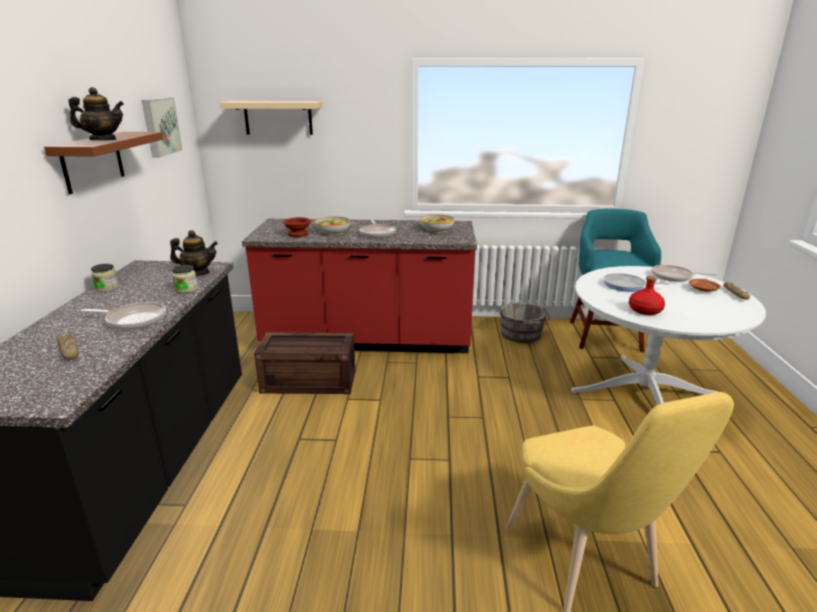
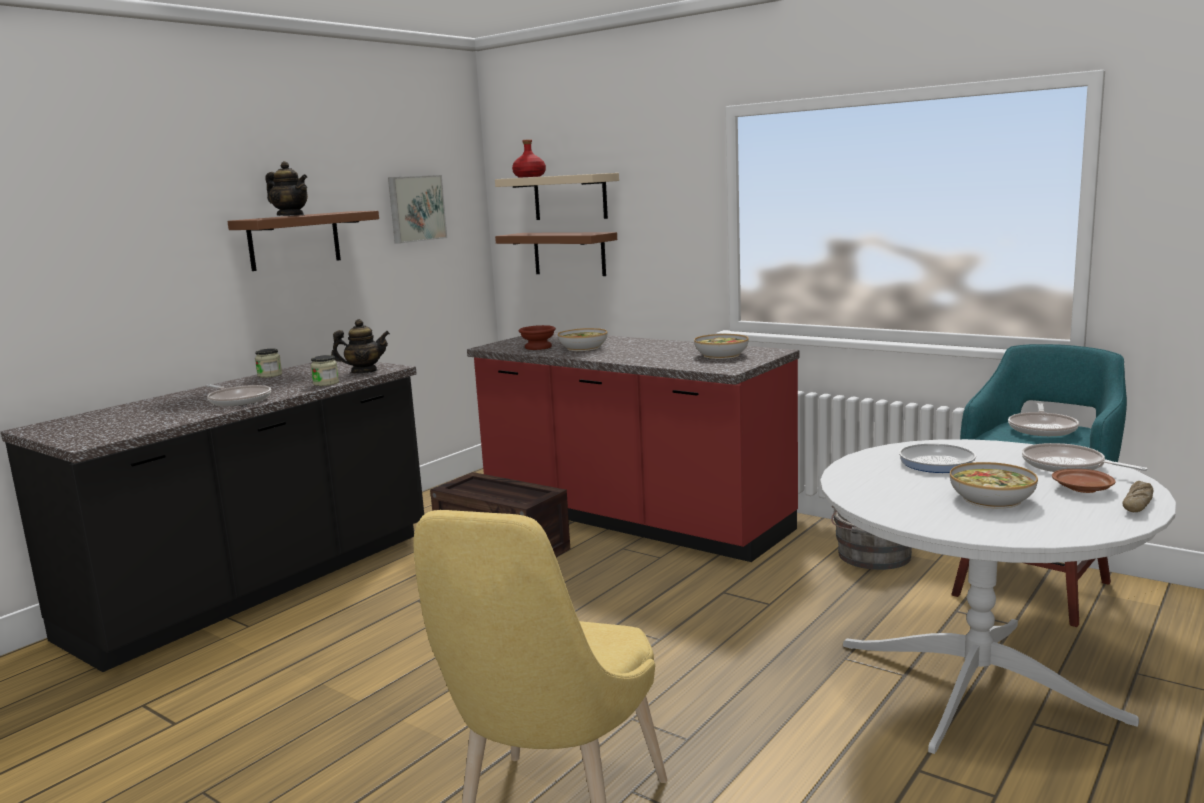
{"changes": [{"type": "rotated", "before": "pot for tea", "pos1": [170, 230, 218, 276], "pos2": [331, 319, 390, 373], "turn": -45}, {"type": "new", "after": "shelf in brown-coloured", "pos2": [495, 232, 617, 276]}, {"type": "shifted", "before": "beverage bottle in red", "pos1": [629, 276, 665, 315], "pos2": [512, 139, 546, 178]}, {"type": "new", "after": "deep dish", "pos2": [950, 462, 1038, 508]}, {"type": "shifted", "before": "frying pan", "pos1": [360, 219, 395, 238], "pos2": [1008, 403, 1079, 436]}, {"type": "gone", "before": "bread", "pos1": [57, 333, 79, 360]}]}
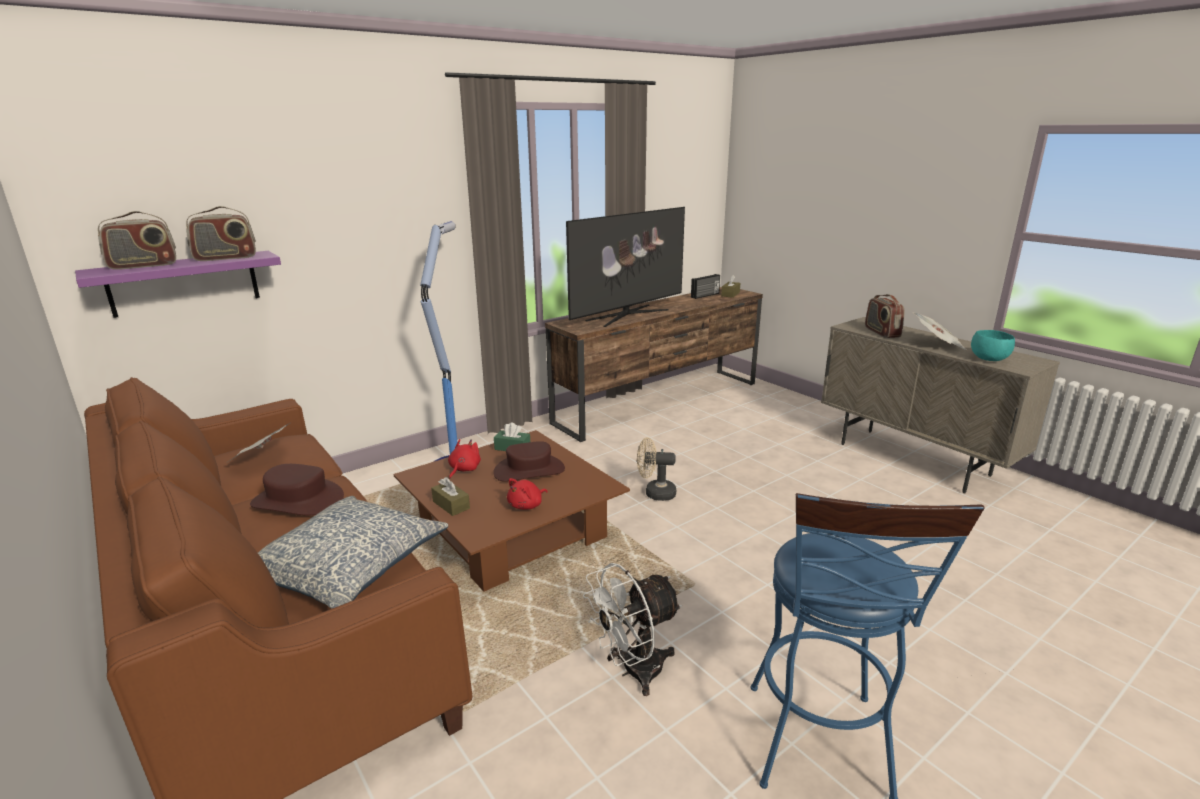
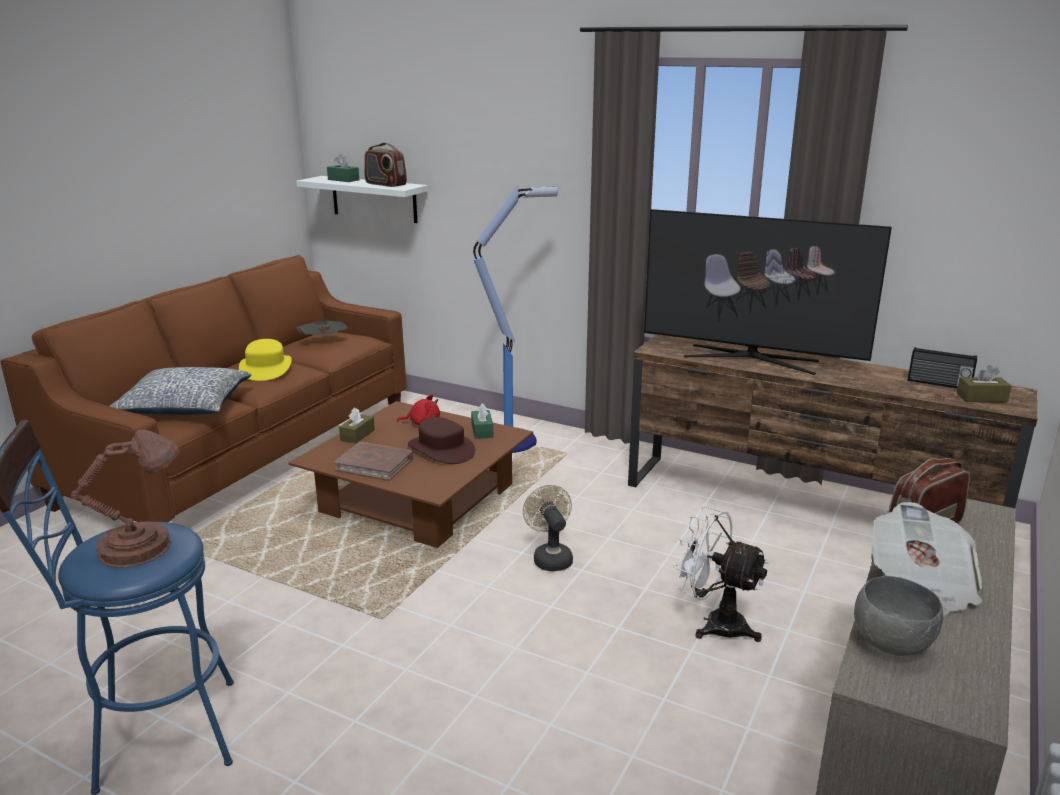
{"changes": [{"type": "new", "after": "tabletop lamp in brown-coloured", "pos2": [71, 430, 179, 568]}, {"type": "repainted", "before": "clothing hat in brown-coloured", "after": "clothing hat in yellow", "pos1": [250, 464, 344, 515], "pos2": [239, 339, 292, 381]}, {"type": "repainted", "before": "shelf in purplish", "after": "shelf in whitish", "pos1": [75, 251, 281, 318], "pos2": [296, 176, 428, 223]}, {"type": "swapped", "before": "radio set", "after": "tissue holder in green", "pos1": [98, 211, 176, 270], "pos2": [327, 154, 359, 182]}, {"type": "swapped", "before": "plush toy in red", "after": "book in brown-coloured", "pos1": [507, 478, 547, 510], "pos2": [334, 442, 413, 481]}, {"type": "shifted", "before": "cooling fan in whitish", "pos1": [583, 563, 682, 696], "pos2": [673, 506, 769, 642]}, {"type": "repainted", "before": "deep dish in turquoise-coloured", "after": "deep dish in greyish", "pos1": [971, 330, 1015, 361], "pos2": [854, 576, 943, 656]}]}
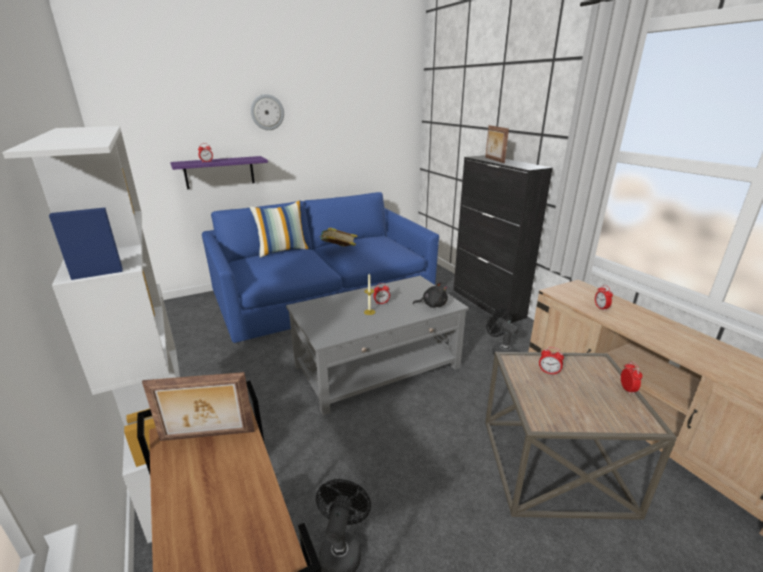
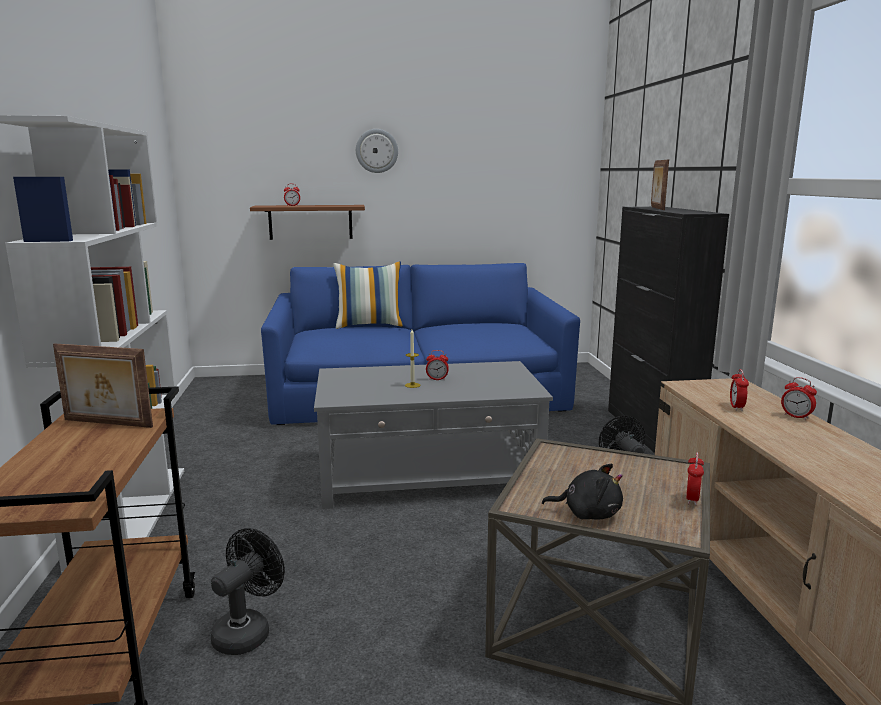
{"changes": [{"type": "repainted", "before": "shelf in purplish", "after": "shelf in brown-coloured", "pos1": [170, 156, 268, 189], "pos2": [250, 205, 365, 240]}, {"type": "shifted", "before": "plush toy in blackish", "pos1": [413, 282, 448, 308], "pos2": [542, 464, 623, 520]}, {"type": "shifted", "before": "table clock", "pos1": [539, 347, 564, 375], "pos2": [781, 377, 817, 420]}, {"type": "gone", "before": "book", "pos1": [319, 228, 358, 246]}]}
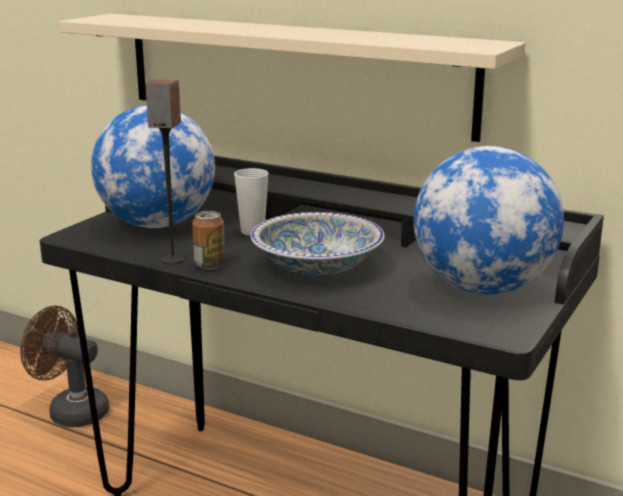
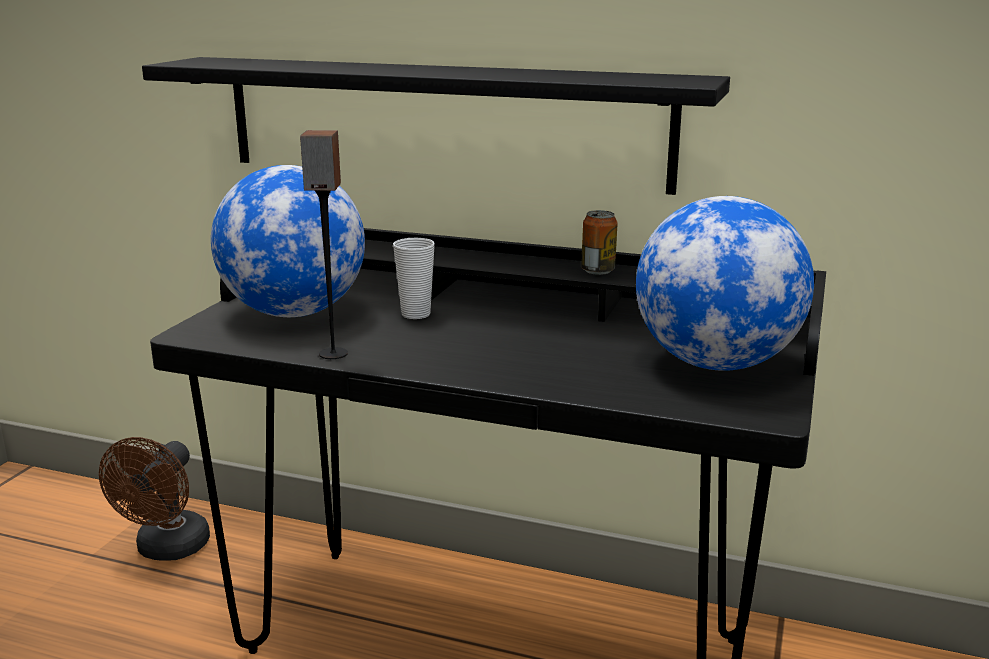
{"changes": [{"type": "rotated", "before": "cooling fan in brown-coloured", "pos1": [20, 306, 109, 427], "pos2": [99, 437, 210, 561], "turn": -90}, {"type": "repainted", "before": "shelf in sand-coloured", "after": "shelf in blackish", "pos1": [59, 14, 525, 142], "pos2": [142, 57, 730, 195]}, {"type": "shifted", "before": "can", "pos1": [192, 211, 225, 270], "pos2": [581, 210, 618, 275]}, {"type": "gone", "before": "deep dish", "pos1": [251, 212, 385, 275]}]}
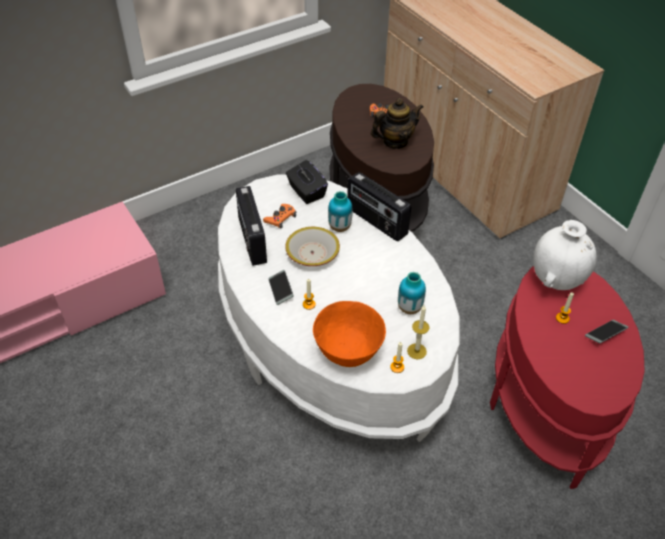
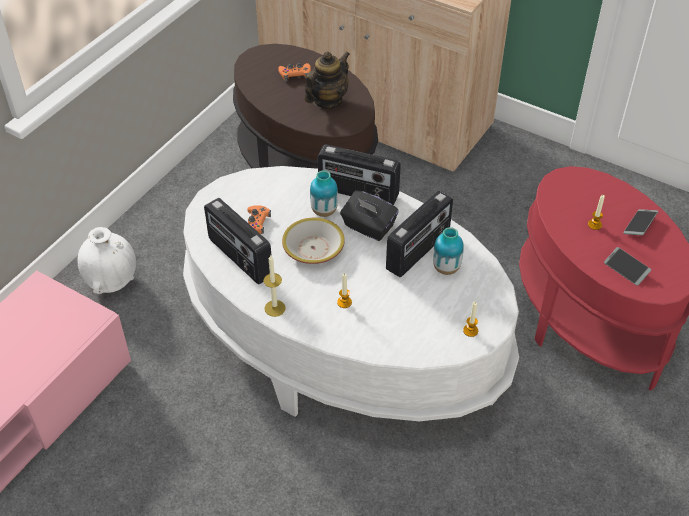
{"changes": [{"type": "shifted", "before": "vase in whitish", "pos1": [533, 220, 597, 290], "pos2": [77, 227, 136, 294]}, {"type": "shifted", "before": "wax light", "pos1": [407, 305, 430, 359], "pos2": [263, 255, 286, 317]}, {"type": "shifted", "before": "tissue holder in blackish", "pos1": [286, 160, 328, 204], "pos2": [340, 190, 399, 241]}, {"type": "new", "after": "radio set", "pos2": [386, 191, 453, 277]}, {"type": "shifted", "before": "handset", "pos1": [268, 270, 294, 305], "pos2": [604, 247, 651, 286]}, {"type": "gone", "before": "deep dish in orangey", "pos1": [313, 301, 386, 367]}]}
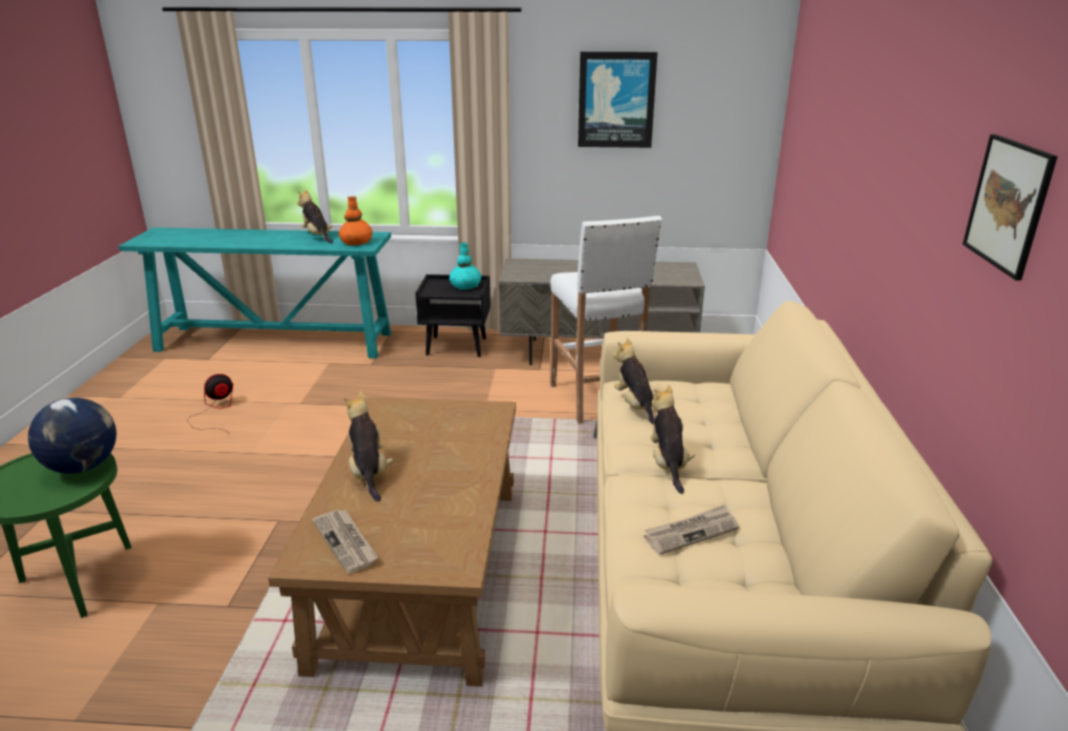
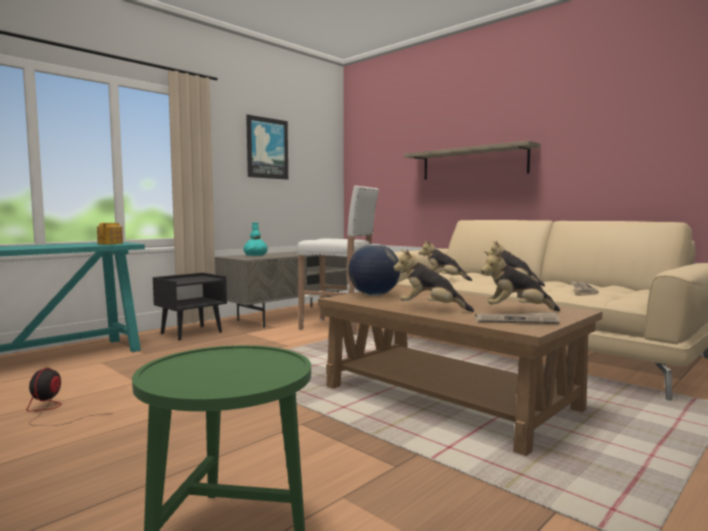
{"changes": [{"type": "swapped", "before": "vase in orangey", "after": "pot for tea", "pos1": [338, 196, 373, 246], "pos2": [97, 223, 123, 244]}, {"type": "shifted", "before": "vase in turquoise-coloured", "pos1": [449, 243, 481, 290], "pos2": [243, 222, 268, 256]}, {"type": "shifted", "before": "desk globe", "pos1": [28, 398, 117, 474], "pos2": [348, 244, 400, 296]}, {"type": "new", "after": "shelf", "pos2": [404, 141, 541, 179]}, {"type": "shifted", "before": "plush toy", "pos1": [297, 189, 333, 244], "pos2": [481, 250, 560, 312]}, {"type": "gone", "before": "wall art", "pos1": [963, 134, 1058, 281]}]}
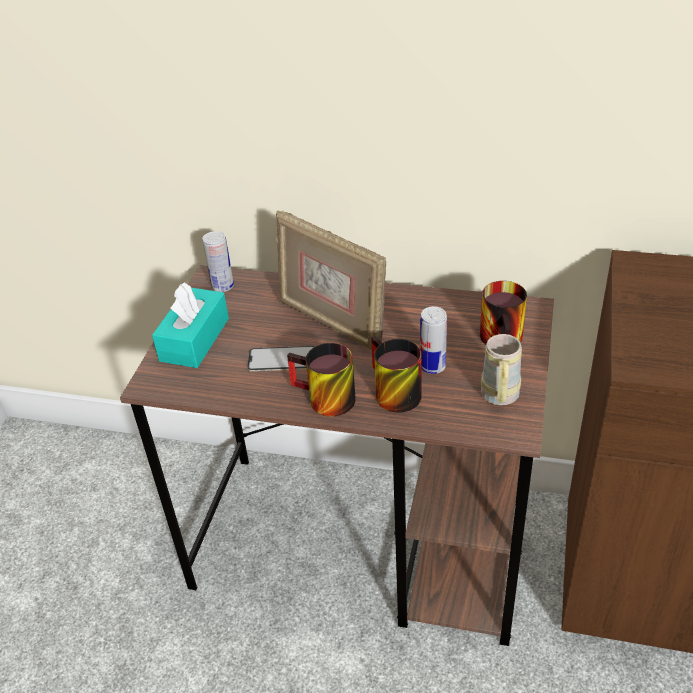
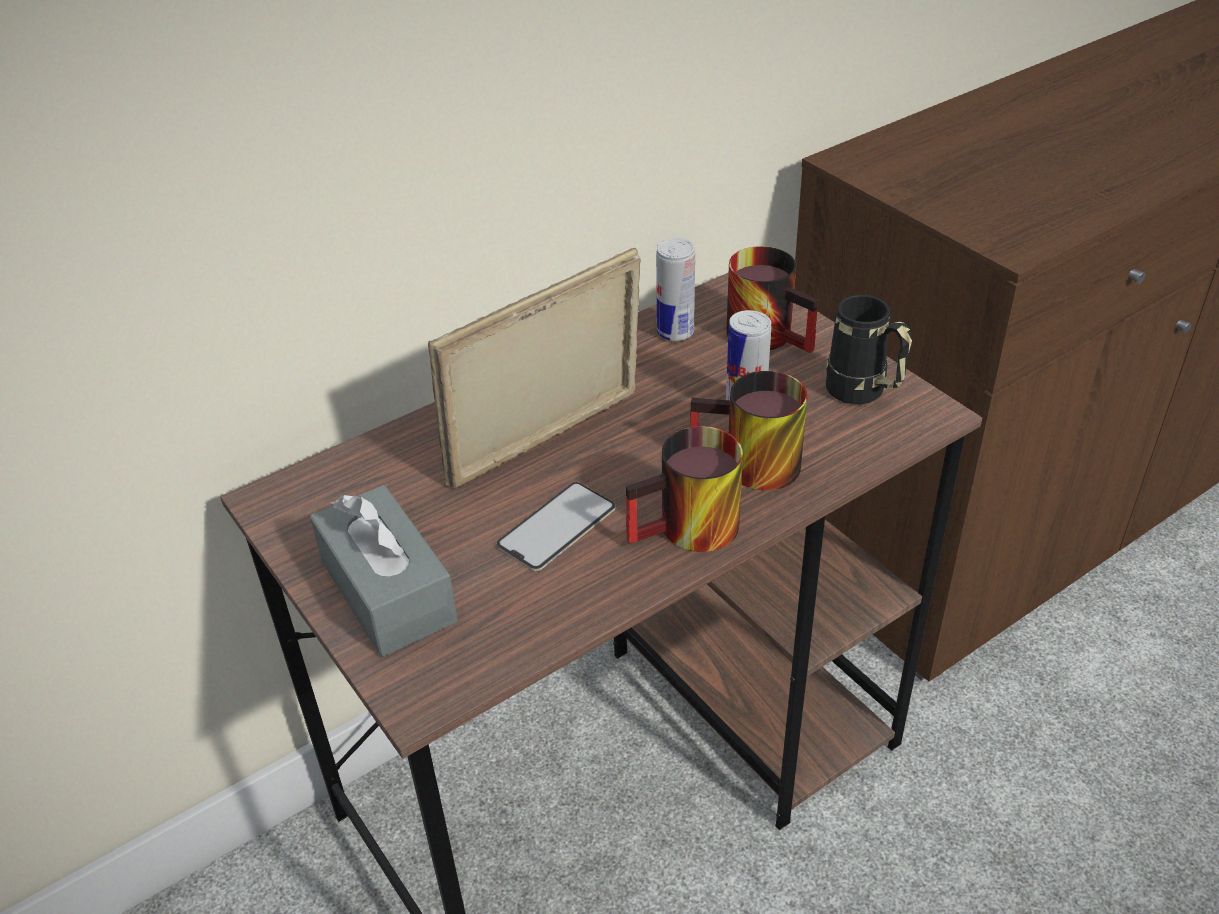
{"changes": [{"type": "repainted", "before": "tissue holder in turquoise-coloured", "after": "tissue holder in greyish", "pos1": [152, 283, 229, 368], "pos2": [310, 485, 458, 657]}, {"type": "rotated", "before": "standing frame", "pos1": [276, 211, 386, 350], "pos2": [428, 248, 641, 488], "turn": 150}, {"type": "shifted", "before": "can", "pos1": [202, 231, 234, 292], "pos2": [656, 238, 695, 341]}, {"type": "repainted", "before": "coffee mug in sand-coloured", "after": "coffee mug in blackish", "pos1": [481, 334, 522, 405], "pos2": [826, 295, 912, 404]}]}
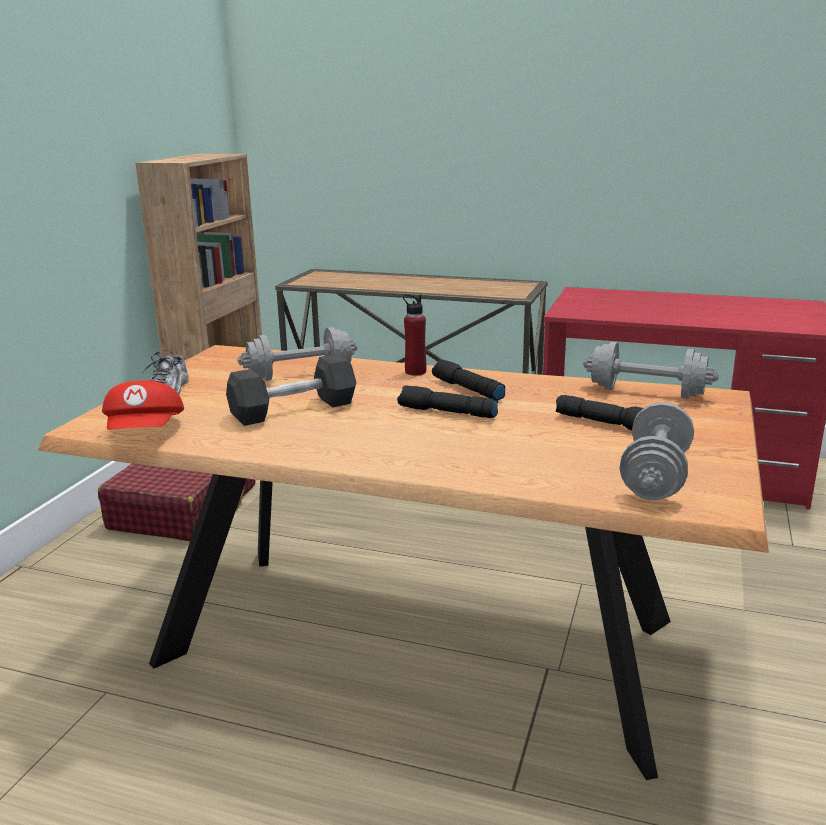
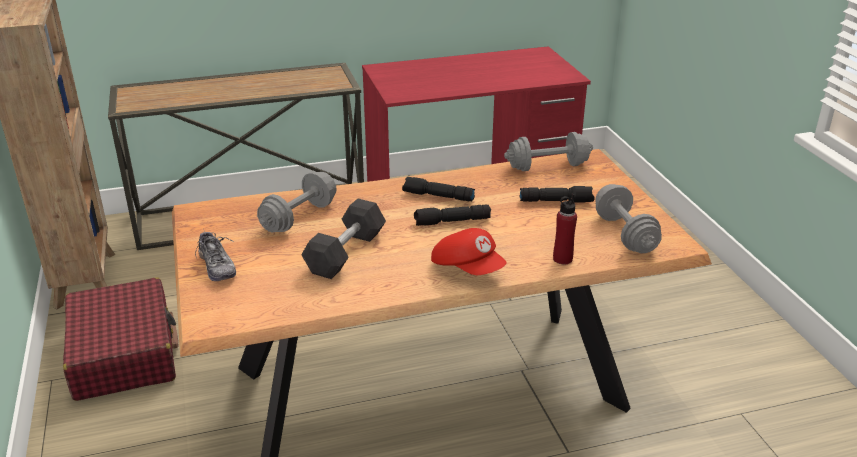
{"changes": [{"type": "shifted", "before": "cap in red", "pos1": [102, 380, 184, 430], "pos2": [431, 228, 506, 275]}, {"type": "shifted", "before": "beverage bottle in red", "pos1": [403, 294, 426, 376], "pos2": [553, 194, 577, 264]}]}
